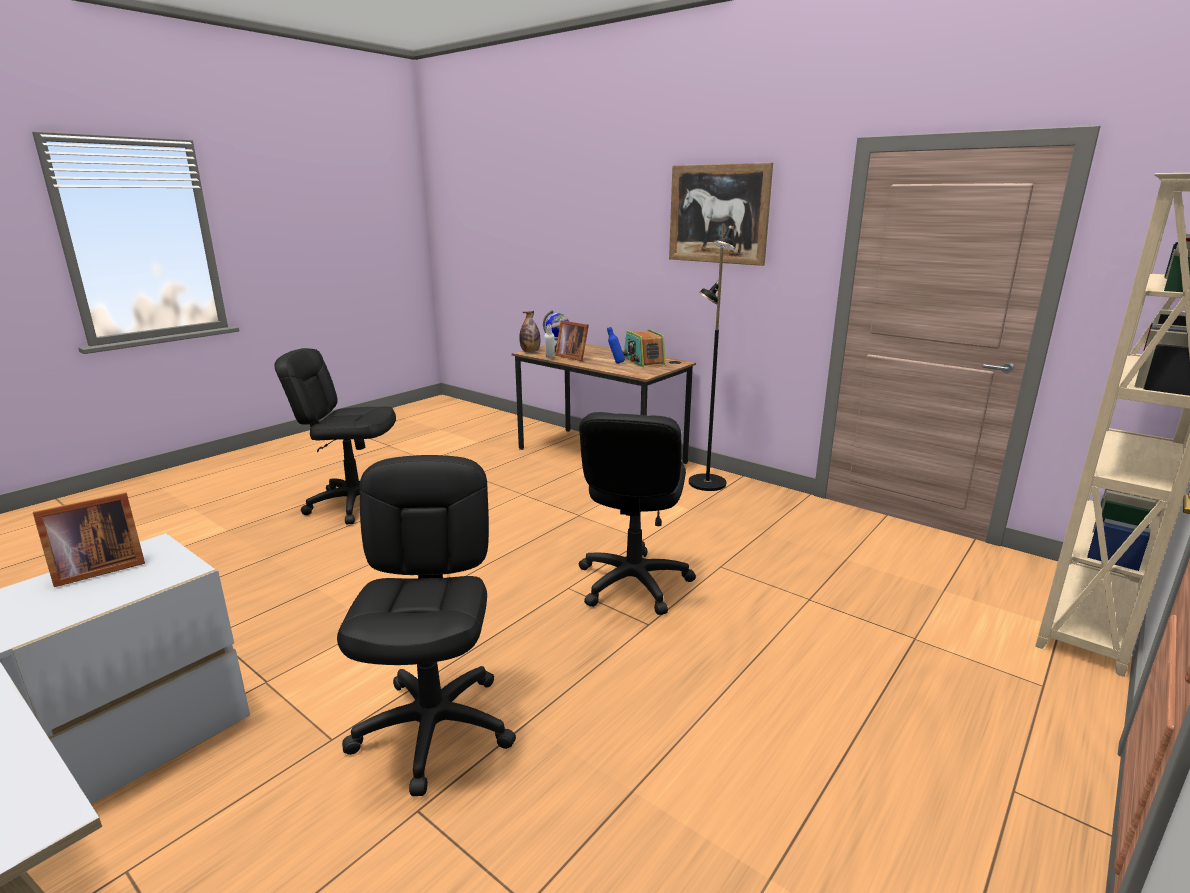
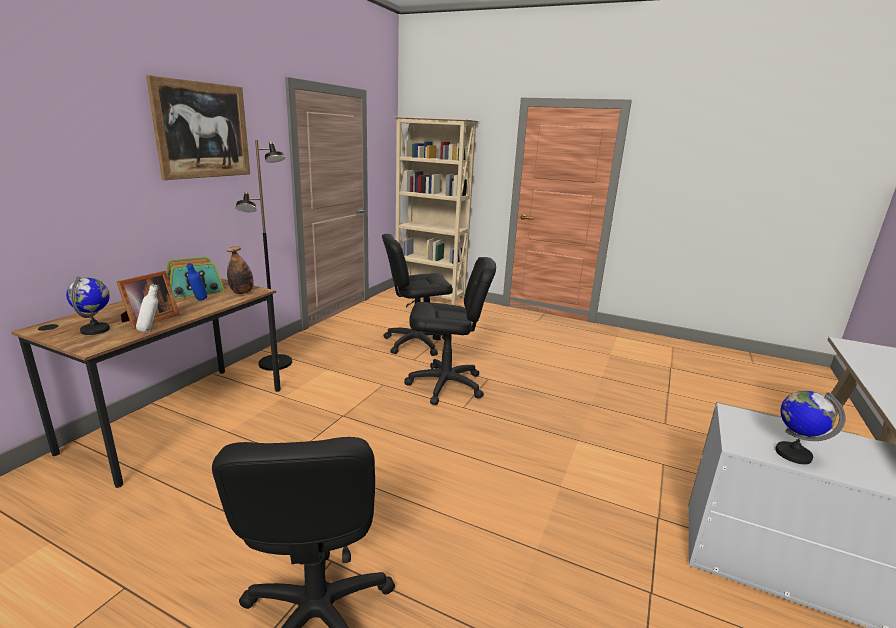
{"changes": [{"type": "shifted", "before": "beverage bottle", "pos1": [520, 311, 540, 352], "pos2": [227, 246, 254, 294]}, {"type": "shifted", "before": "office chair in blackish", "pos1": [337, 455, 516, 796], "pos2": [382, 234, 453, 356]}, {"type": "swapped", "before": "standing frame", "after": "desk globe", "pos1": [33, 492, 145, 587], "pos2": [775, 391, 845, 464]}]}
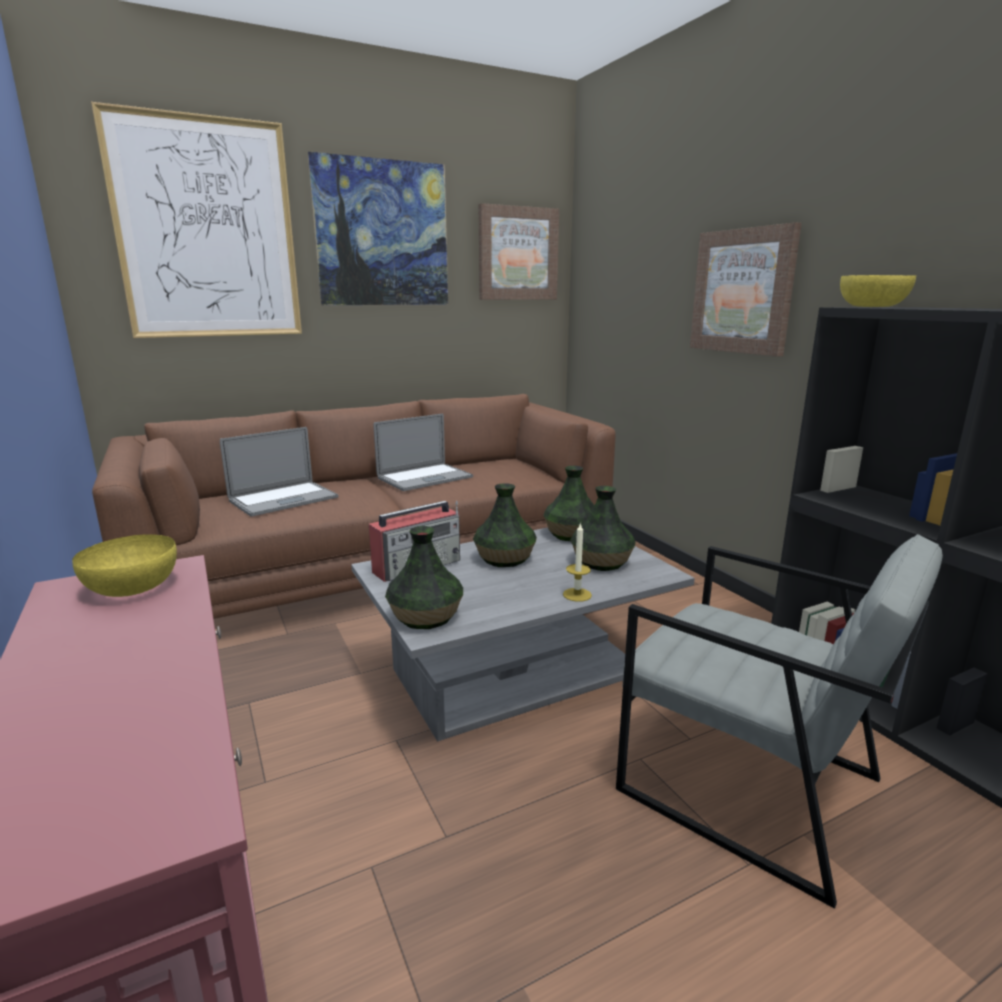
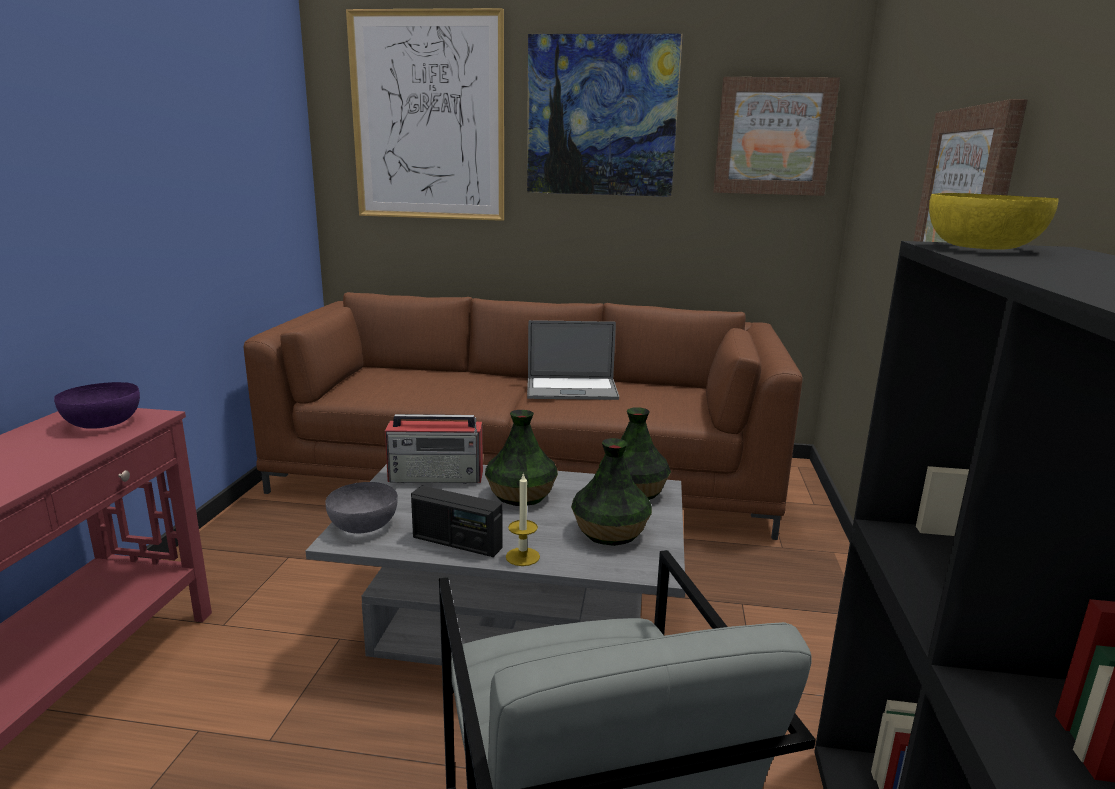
{"changes": [{"type": "repainted", "before": "deep dish in yellow", "after": "deep dish in purplish", "pos1": [72, 535, 177, 597], "pos2": [54, 382, 140, 429]}, {"type": "swapped", "before": "vase", "after": "deep dish in greyish", "pos1": [385, 526, 463, 629], "pos2": [326, 482, 398, 534]}, {"type": "new", "after": "radio set", "pos2": [411, 486, 502, 557]}, {"type": "gone", "before": "notebook computer", "pos1": [220, 427, 338, 517]}]}
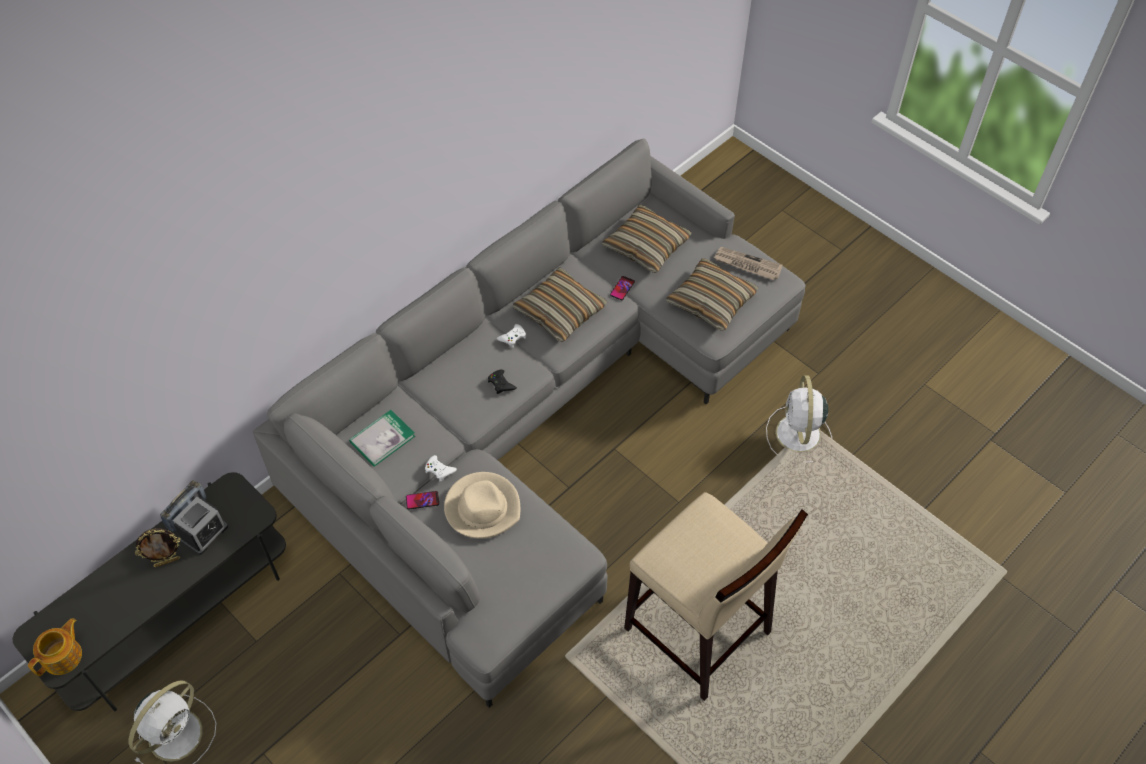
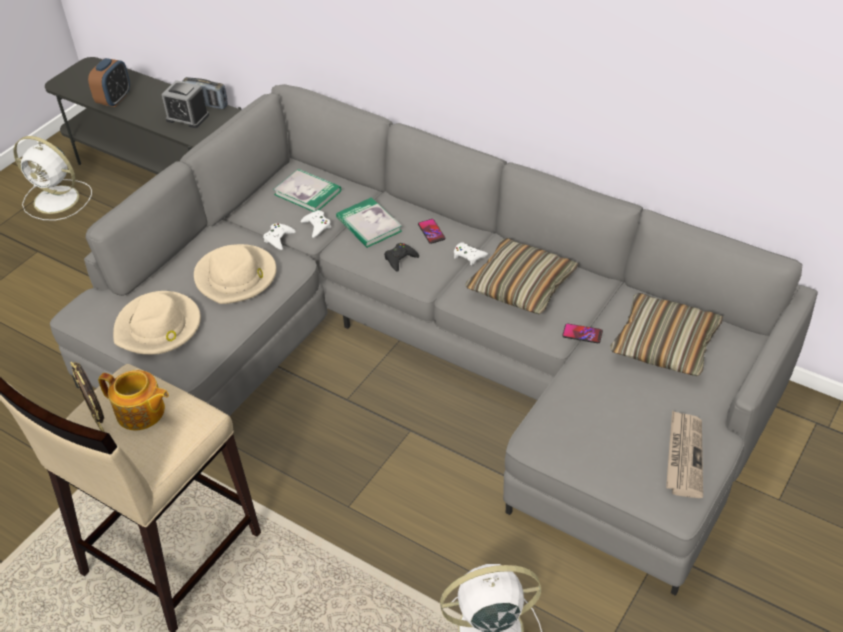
{"changes": [{"type": "shifted", "before": "standing frame", "pos1": [135, 528, 181, 567], "pos2": [70, 362, 105, 432]}, {"type": "new", "after": "table clock", "pos2": [88, 58, 130, 107]}, {"type": "shifted", "before": "pot for tea", "pos1": [28, 619, 82, 676], "pos2": [98, 370, 169, 430]}, {"type": "new", "after": "clothing hat in sand-coloured", "pos2": [113, 291, 201, 355]}, {"type": "new", "after": "game controller in whitish", "pos2": [301, 210, 331, 238]}, {"type": "new", "after": "book", "pos2": [336, 197, 402, 248]}, {"type": "shifted", "before": "handset", "pos1": [406, 491, 439, 510], "pos2": [418, 219, 445, 244]}, {"type": "gone", "before": "throw pillow", "pos1": [666, 258, 758, 331]}]}
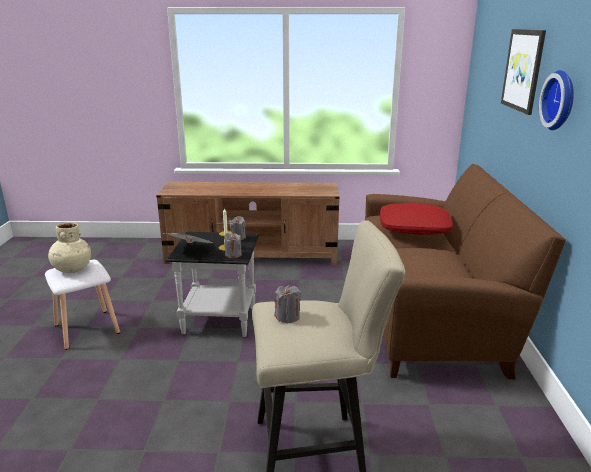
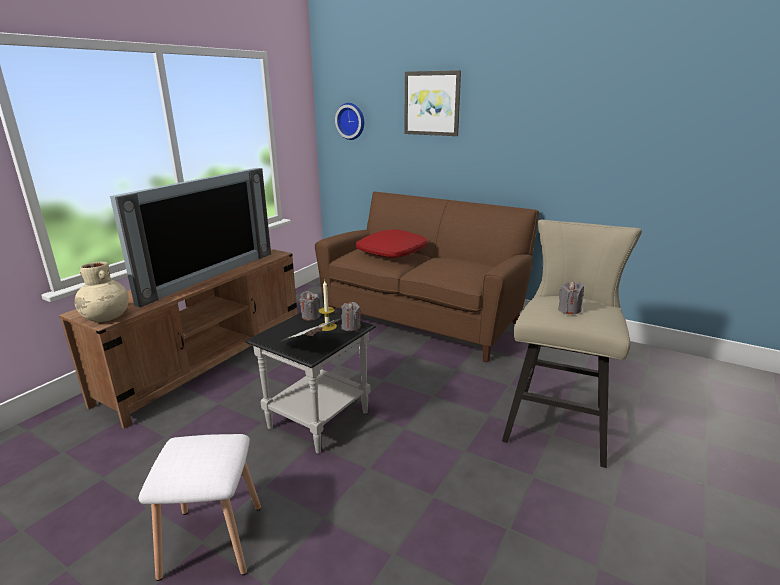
{"changes": [{"type": "shifted", "before": "vase in sand-coloured", "pos1": [48, 222, 91, 273], "pos2": [74, 262, 129, 322]}, {"type": "new", "after": "television", "pos2": [110, 168, 271, 307]}, {"type": "shifted", "before": "clock on the wall", "pos1": [539, 70, 574, 130], "pos2": [335, 103, 364, 140]}]}
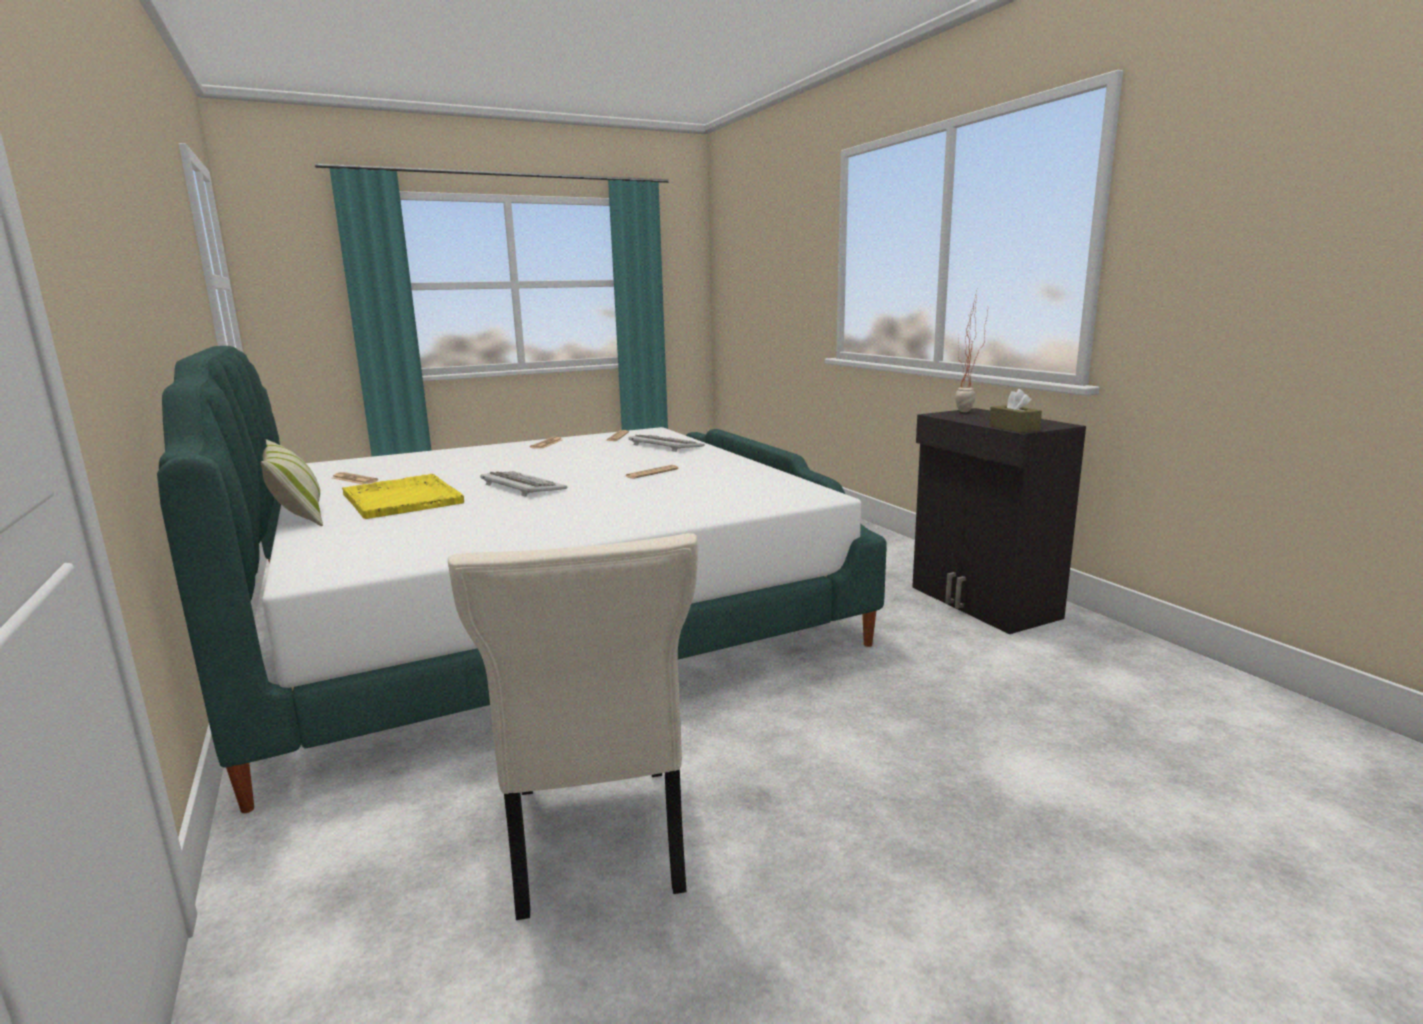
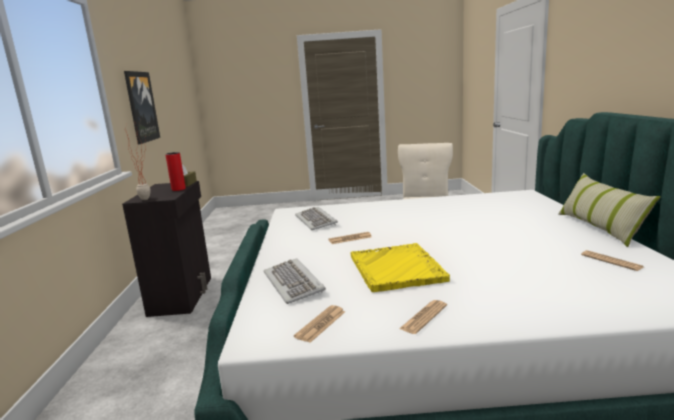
{"changes": [{"type": "new", "after": "wall art", "pos2": [124, 71, 160, 144]}, {"type": "new", "after": "vase in red", "pos2": [165, 152, 186, 191]}, {"type": "shifted", "before": "PC keyboard", "pos1": [480, 471, 567, 497], "pos2": [295, 207, 338, 230]}, {"type": "shifted", "before": "tray in yellow", "pos1": [342, 474, 464, 519], "pos2": [351, 243, 450, 292]}]}
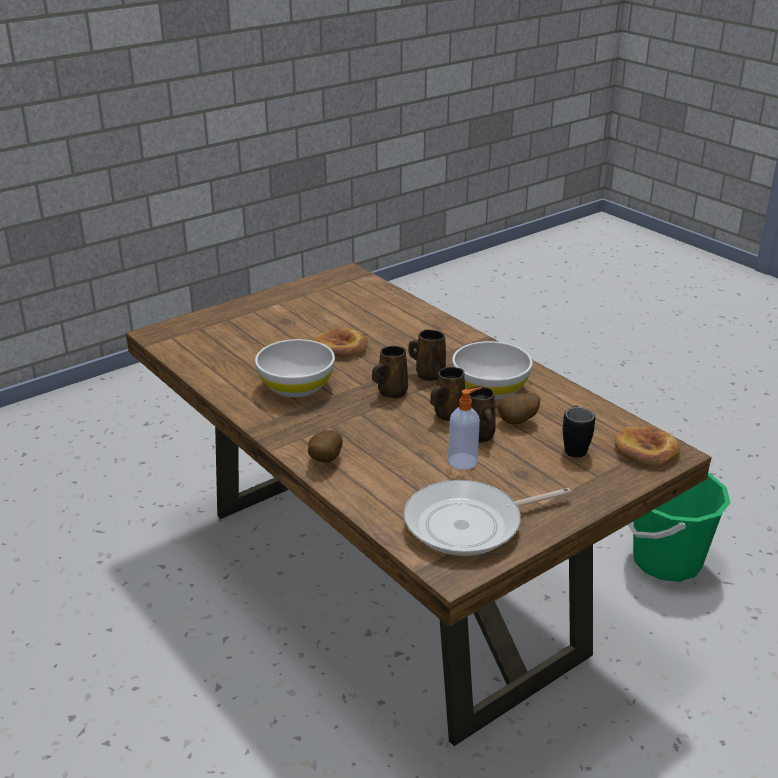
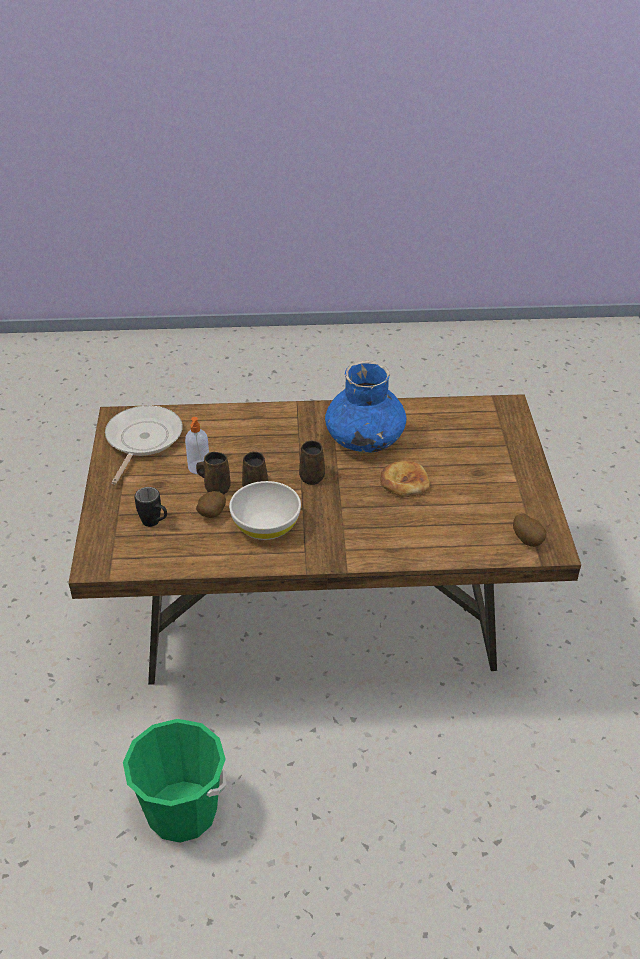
{"changes": [{"type": "swapped", "before": "deep dish in whitish", "after": "vase in blue-coloured", "pos1": [255, 339, 335, 397], "pos2": [325, 360, 406, 453]}, {"type": "shifted", "before": "potato", "pos1": [308, 430, 343, 462], "pos2": [513, 513, 547, 547]}, {"type": "gone", "before": "coffee mug in brown-coloured", "pos1": [409, 329, 446, 381]}, {"type": "gone", "before": "bread", "pos1": [615, 427, 680, 466]}]}
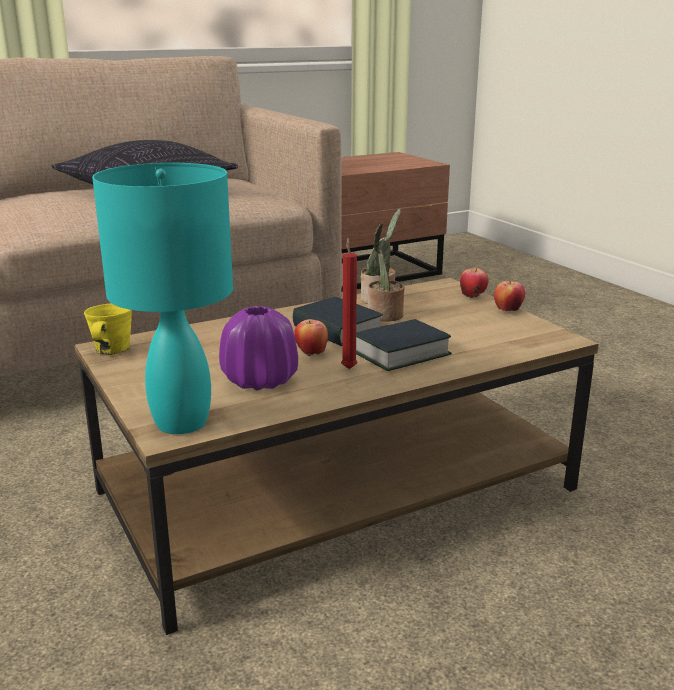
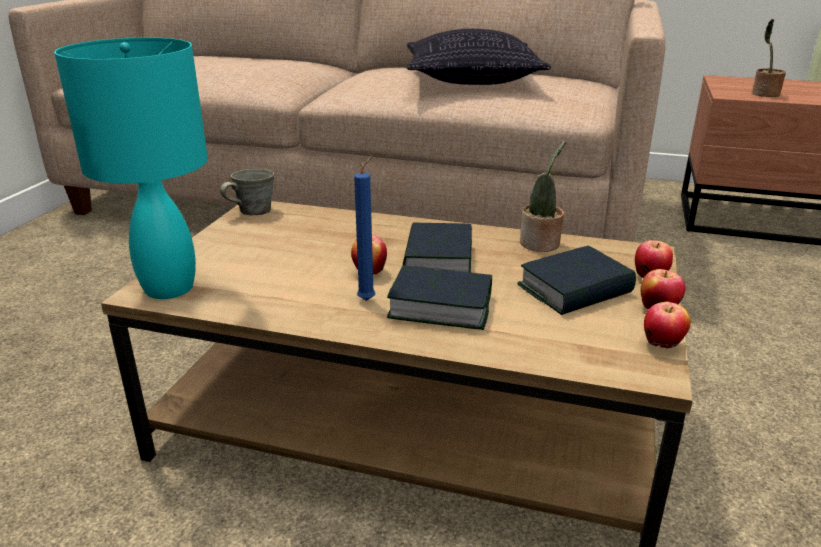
{"changes": [{"type": "repainted", "before": "coffee mug in yellow", "after": "coffee mug in greyish", "pos1": [84, 303, 132, 355], "pos2": [220, 169, 274, 216]}, {"type": "repainted", "before": "wax light in red", "after": "wax light in blue-coloured", "pos1": [341, 238, 358, 369], "pos2": [354, 155, 375, 301]}, {"type": "new", "after": "book", "pos2": [517, 246, 636, 315]}, {"type": "new", "after": "apple fruit", "pos2": [644, 302, 691, 348]}, {"type": "shifted", "before": "plant in a pot", "pos1": [368, 223, 405, 322], "pos2": [752, 19, 786, 97]}, {"type": "gone", "before": "vase in purplish", "pos1": [219, 306, 298, 391]}]}
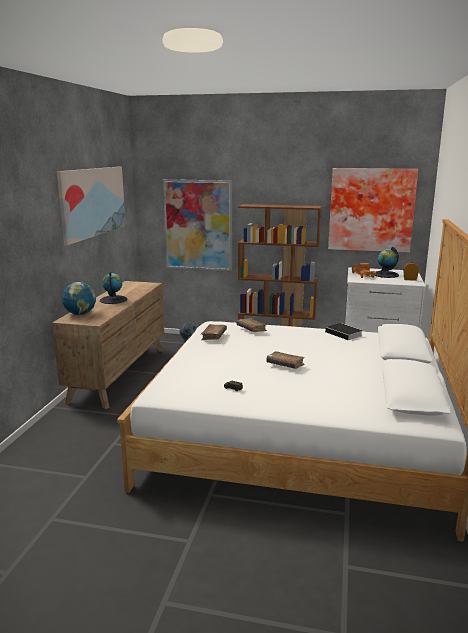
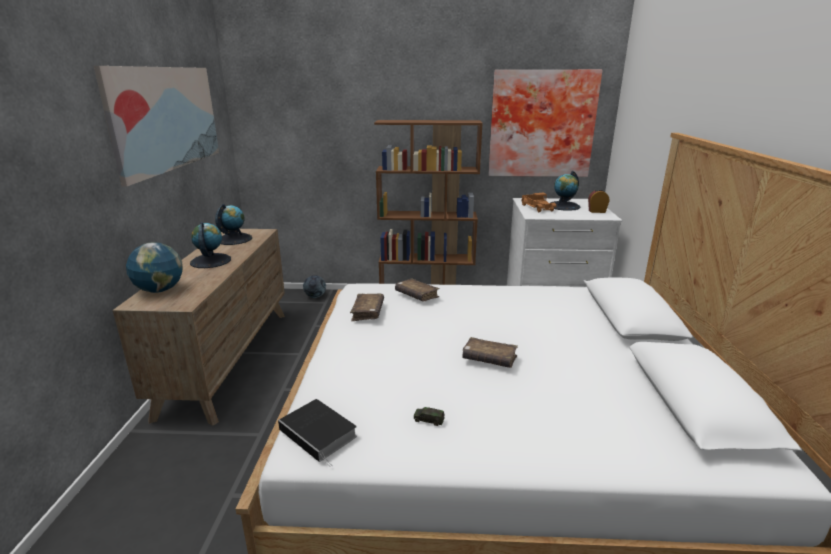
{"changes": [{"type": "new", "after": "desk globe", "pos2": [215, 204, 252, 245]}, {"type": "shifted", "before": "book", "pos1": [325, 323, 363, 342], "pos2": [278, 399, 357, 467]}, {"type": "gone", "before": "wall art", "pos1": [163, 179, 232, 271]}]}
